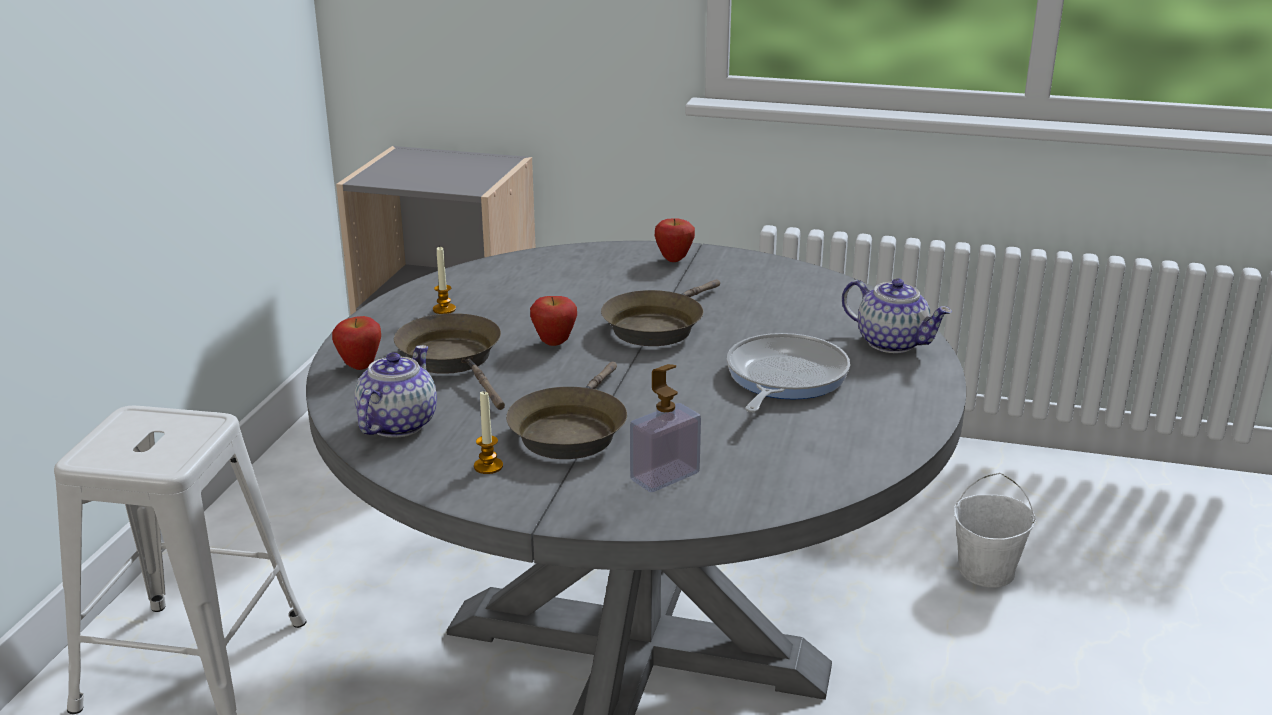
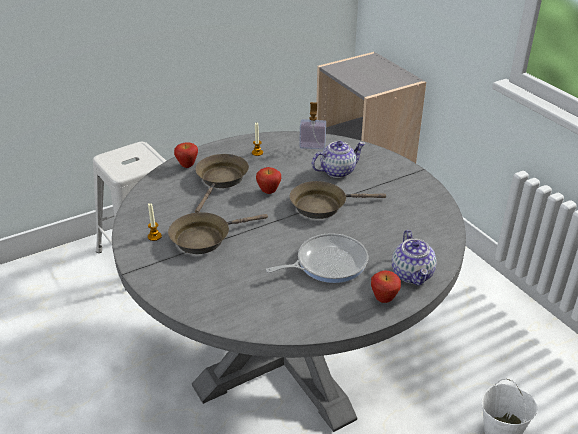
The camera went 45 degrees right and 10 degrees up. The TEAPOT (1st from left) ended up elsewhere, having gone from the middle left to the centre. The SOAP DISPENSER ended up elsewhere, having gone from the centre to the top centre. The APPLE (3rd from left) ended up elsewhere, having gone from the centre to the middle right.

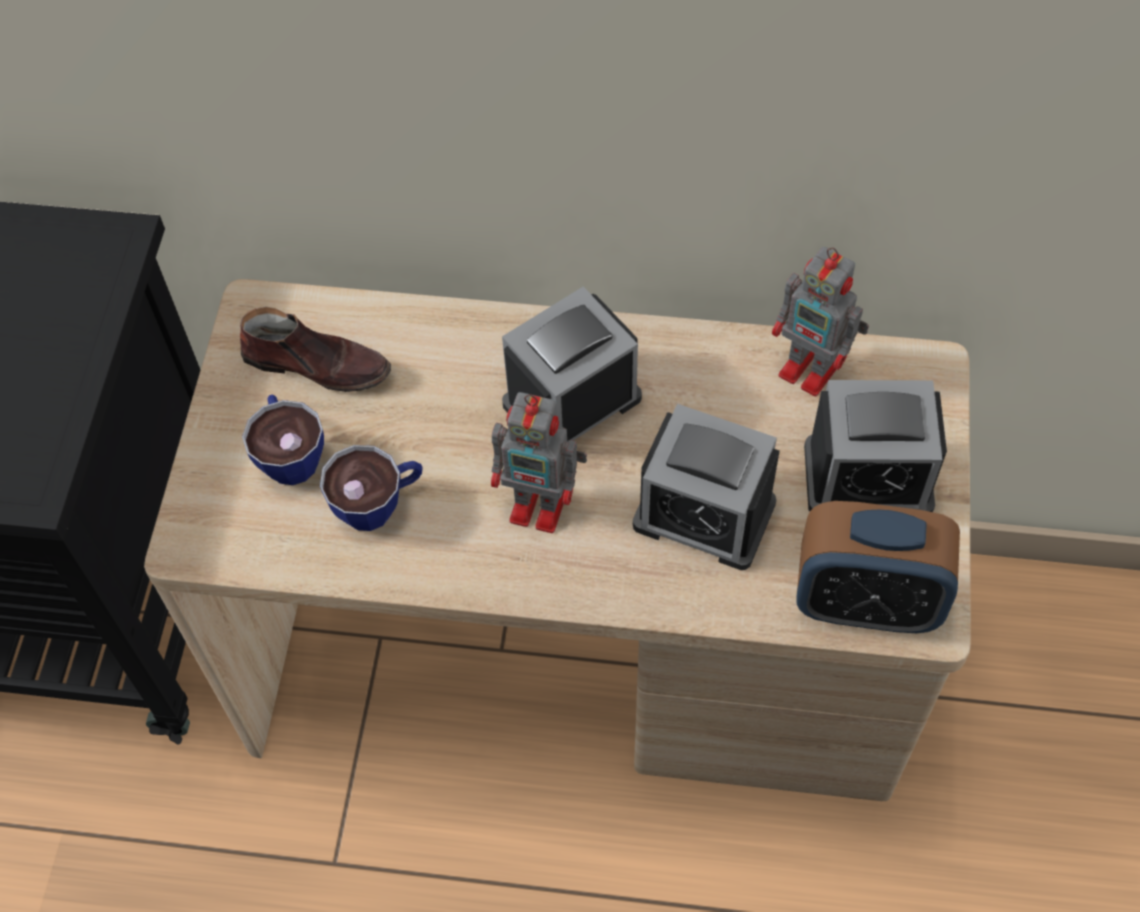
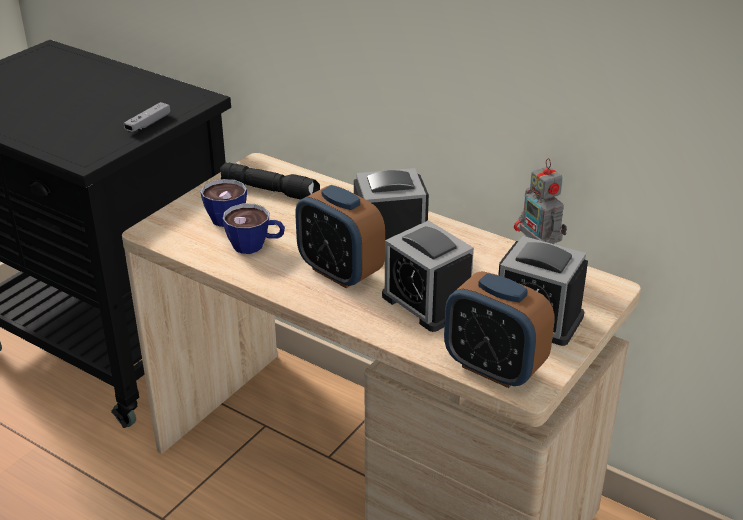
The camera went 25 degrees right and 25 degrees down. Where the BROWN SHOE stood at the middle left, the BLACK FLASHLIGHT came to stand at the centre. Where the TOY ROBOT (1st from left) stood at the centre, the ALARM CLOCK (1st from left) came to stand at the centre. The second view gained the GREY GAME CONTROLLER at the top left.

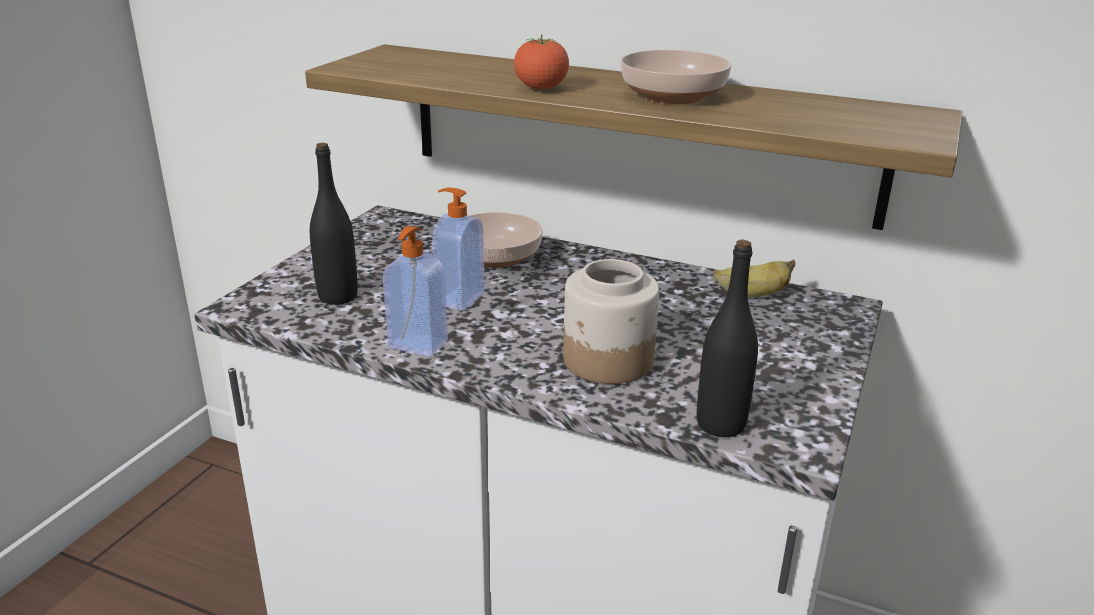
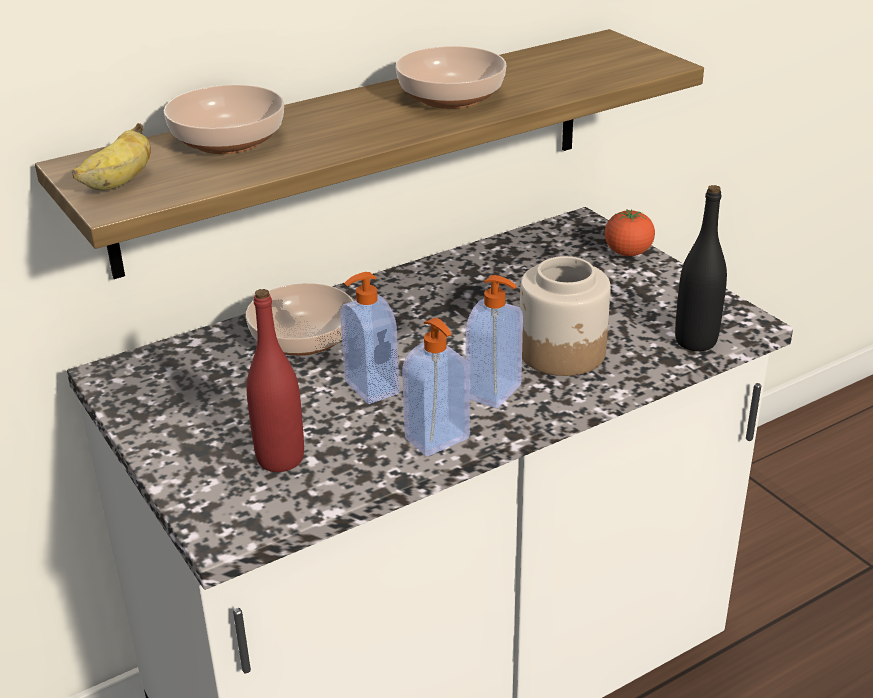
The camera went 55 degrees left and 5 degrees up. What was the BLACK BOTTLE (1st from left) at the middle left turned into the RED BOTTLE at the middle left. The TOMATO ended up elsewhere, having gone from the top centre to the top right. The BANANA ended up elsewhere, having gone from the middle right to the top left. The second view gained the BOWL (1st from left) at the top left. The second view gained the SOAP DISPENSER (3rd from left) at the centre.

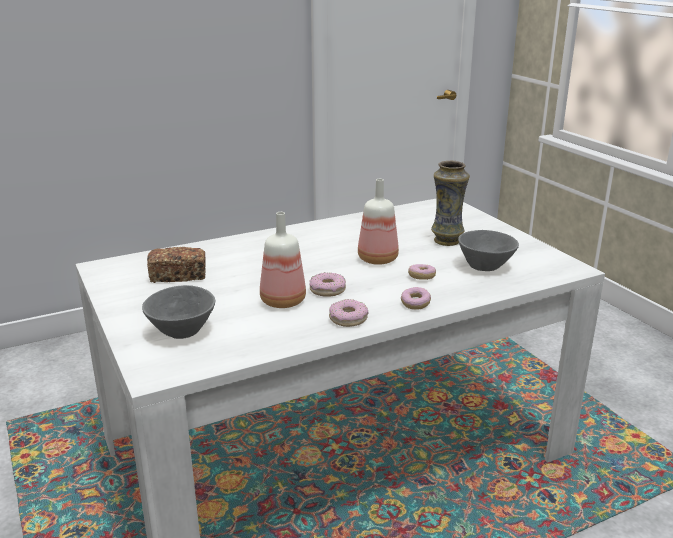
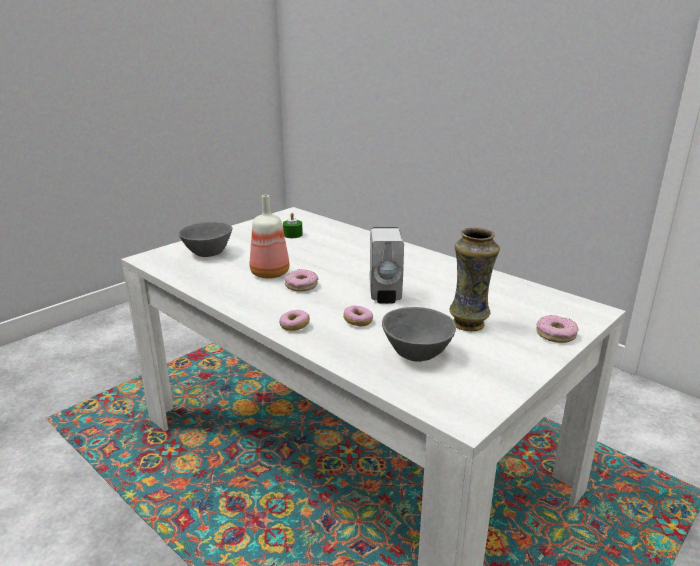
The camera went 70 degrees right and 0 degrees up. Where the BREAD stood at the middle left, the GREEN CANDLE came to stand at the centre. The DONUT (2nd from left in the first image) ended up elsewhere, having gone from the centre to the middle right. Where the BOTTLE (2nd from left) stood at the centre, the WHITE SOAP DISPENSER came to stand at the centre.

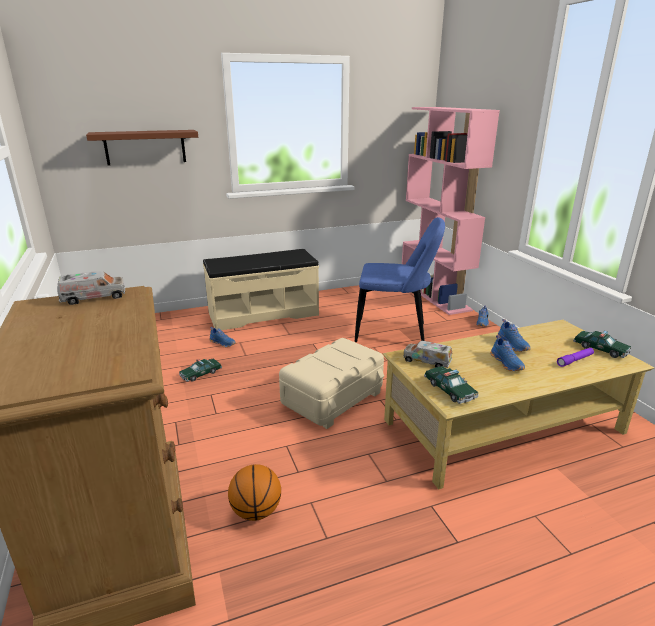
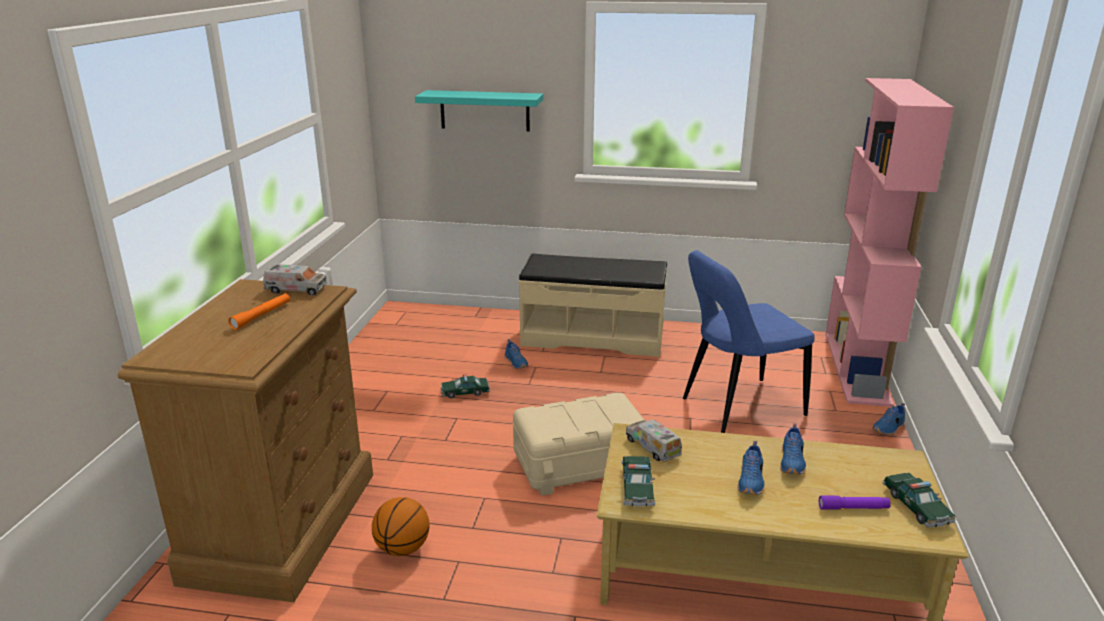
The camera went 30 degrees right and 0 degrees up. What was the BROWN SHELF at the top left turned into the TURQUOISE SHELF at the top centre. The BLUE CHAIR at the centre ended up facing another way, 120 degrees clockwise from before. The second view gained the ORANGE FLASHLIGHT at the middle left.

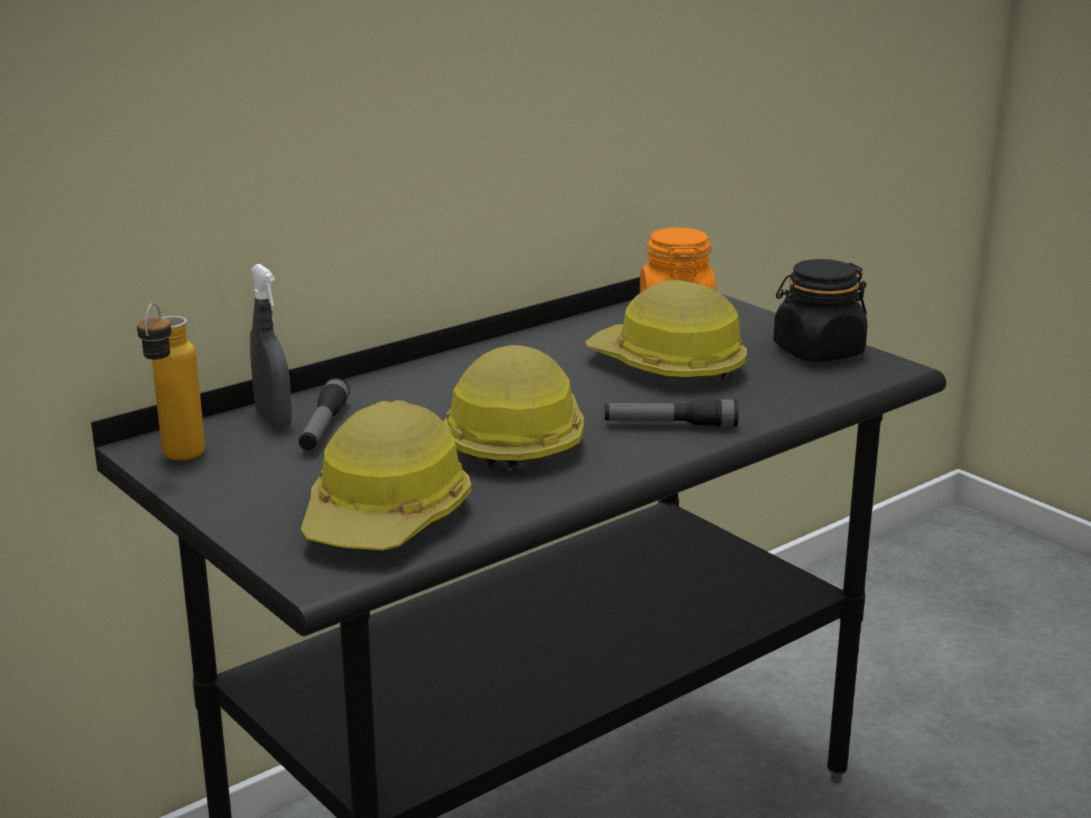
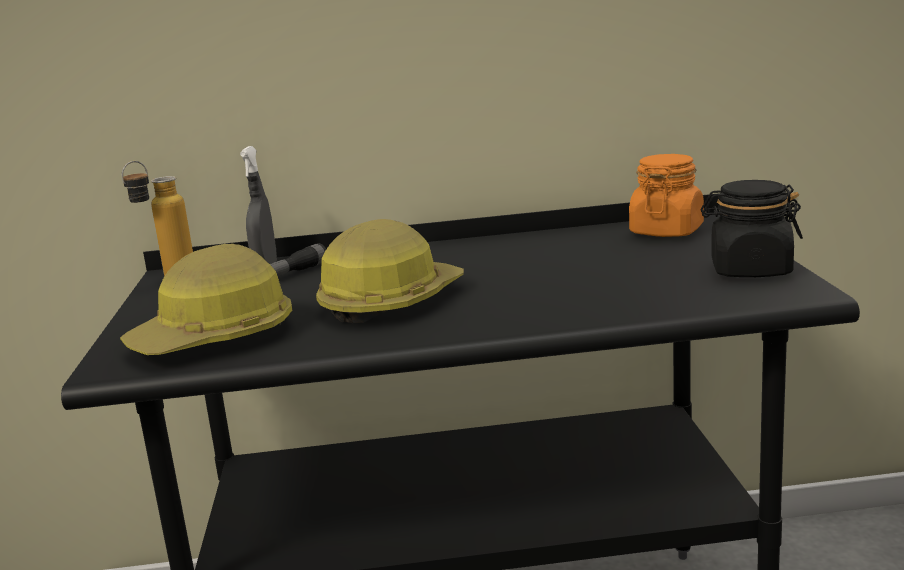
The camera went 35 degrees right and 5 degrees down. The second view lost the HARD HAT (3rd from left) at the centre. The second view lost the FLASHLIGHT (2nd from left) at the centre.

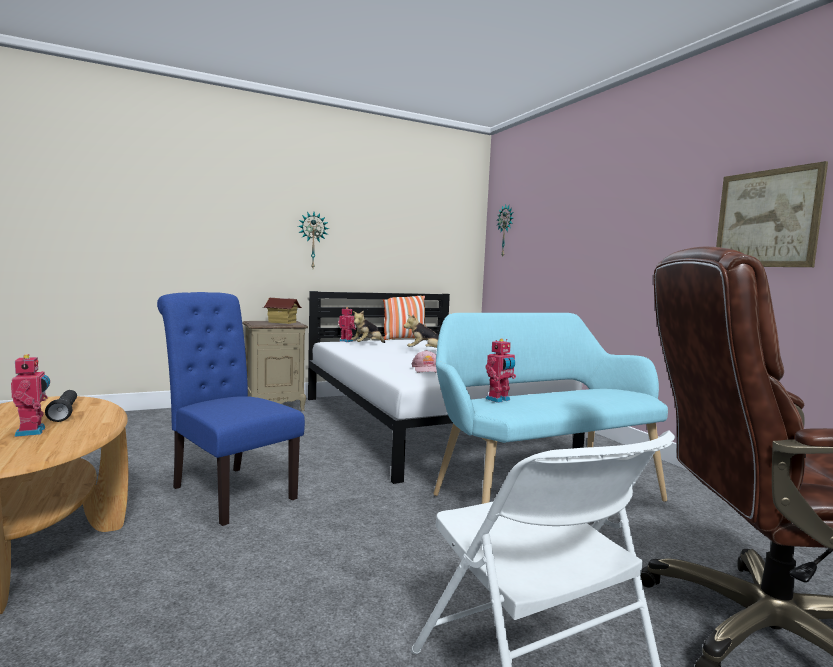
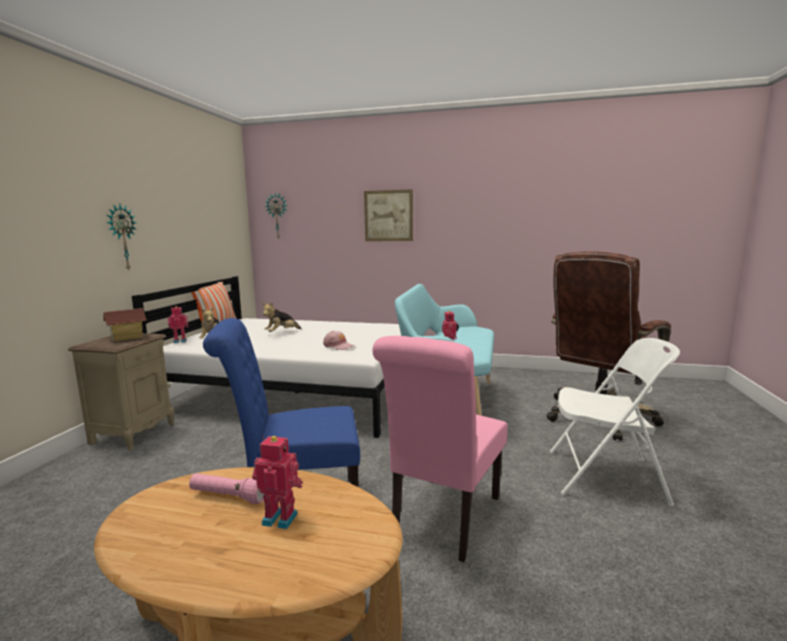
The camera went 50 degrees left and 5 degrees up. What was the BLACK FLASHLIGHT at the middle left turned into the PINK FLASHLIGHT at the bottom left. The PICTURE ended up elsewhere, having gone from the top right to the centre. The second view gained the PINK CHAIR at the bottom centre.

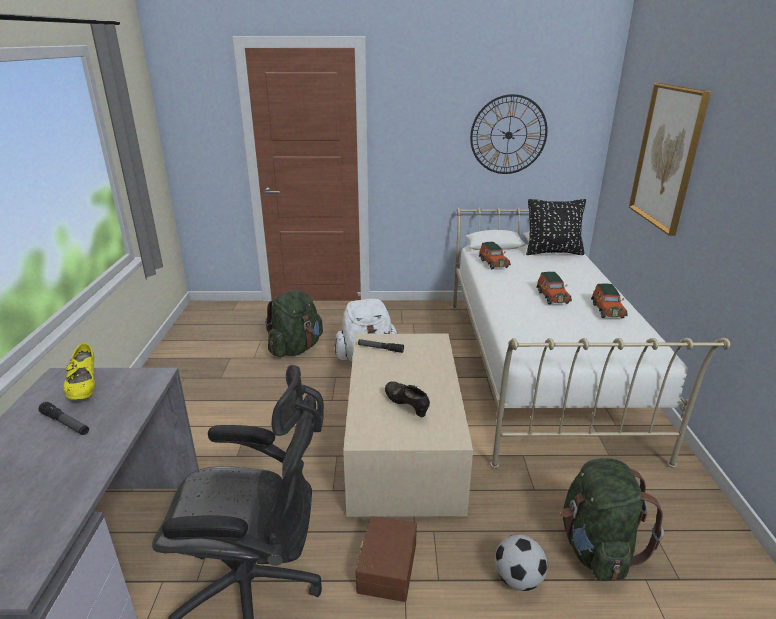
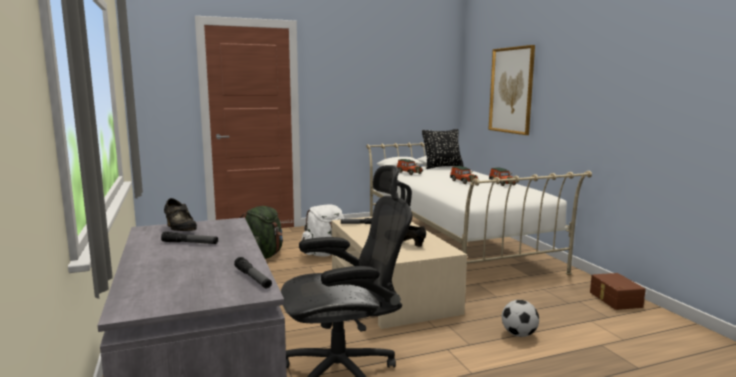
The camera went 20 degrees left and 15 degrees down. What was the YELLOW SHOE at the middle left turned into the BLACK SHOE (1st from left) at the middle left. The BROWN STORAGE BOX ended up elsewhere, having gone from the bottom centre to the bottom right. The second view lost the WALL CLOCK at the top centre. The second view lost the GREEN BACKPACK (2nd from left) at the bottom right. The second view gained the FLASHLIGHT (2nd from left) at the bottom centre.

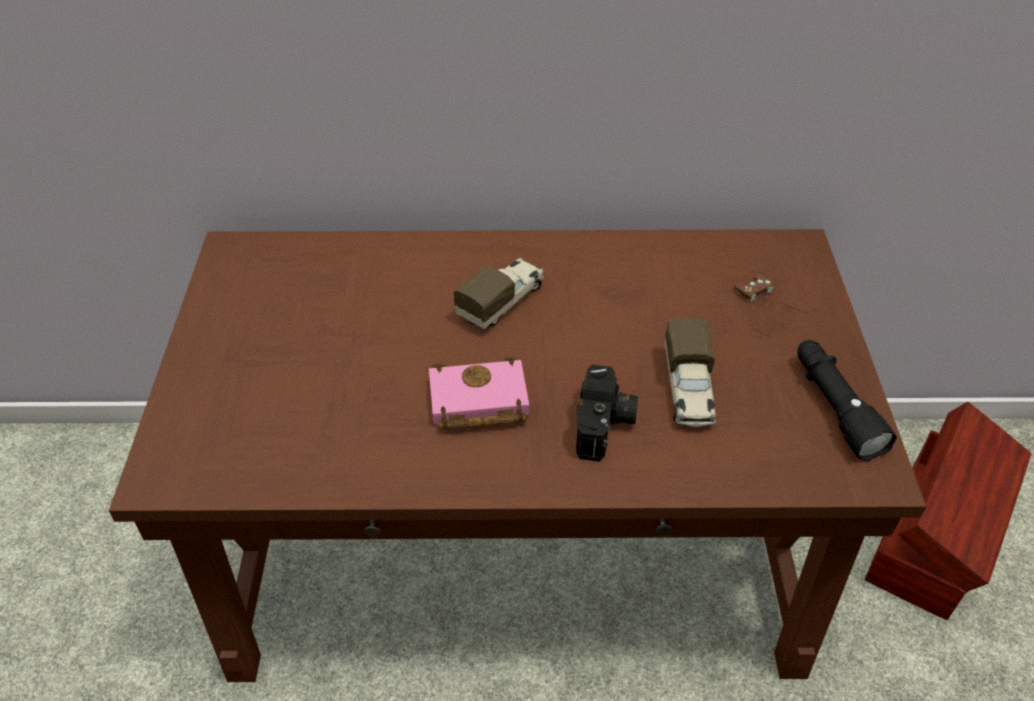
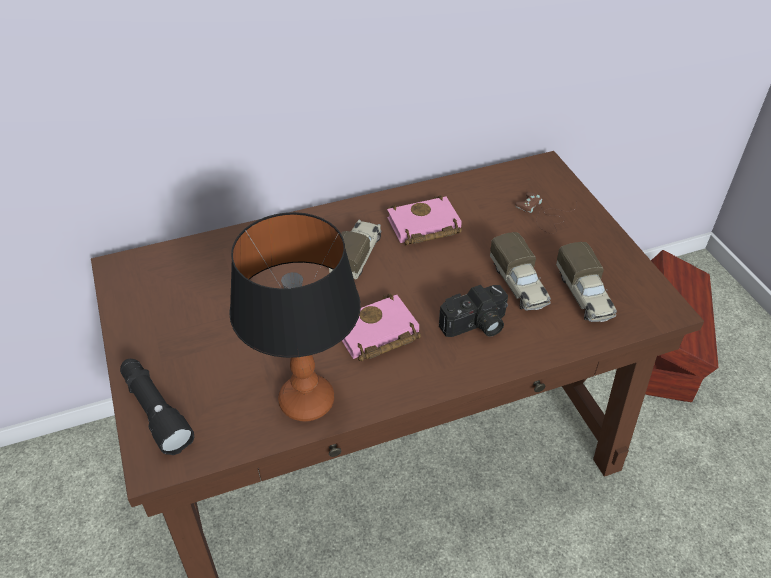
The camera went 20 degrees left and 0 degrees up. The PHOTO CAMERA at the centre ended up facing another way, 75 degrees clockwise from before. The BLACK FLASHLIGHT ended up elsewhere, having gone from the middle right to the bottom left. The second view gained the TABLE LAMP at the centre. The second view gained the PINK BOOK (2nd from left) at the centre. The second view gained the TOY TRUCK (3rd from left) at the middle right.

